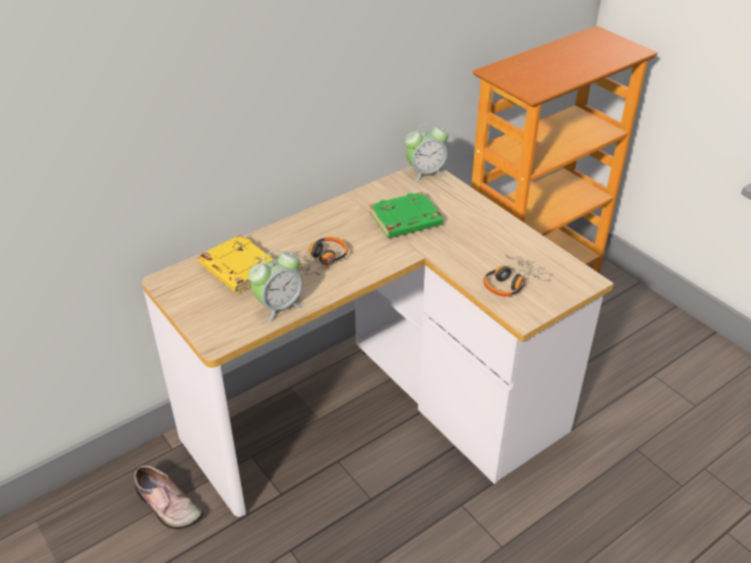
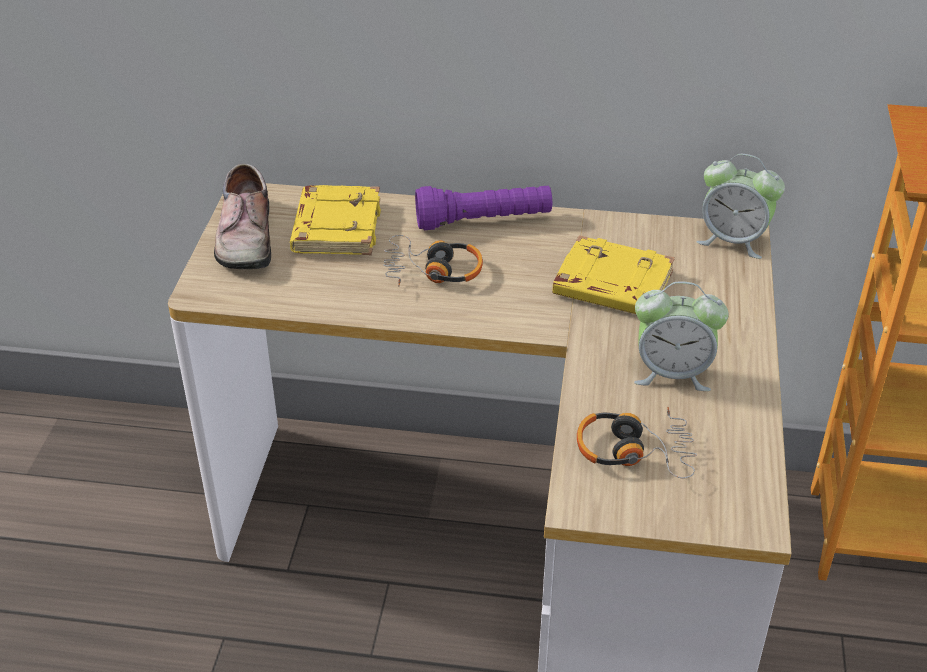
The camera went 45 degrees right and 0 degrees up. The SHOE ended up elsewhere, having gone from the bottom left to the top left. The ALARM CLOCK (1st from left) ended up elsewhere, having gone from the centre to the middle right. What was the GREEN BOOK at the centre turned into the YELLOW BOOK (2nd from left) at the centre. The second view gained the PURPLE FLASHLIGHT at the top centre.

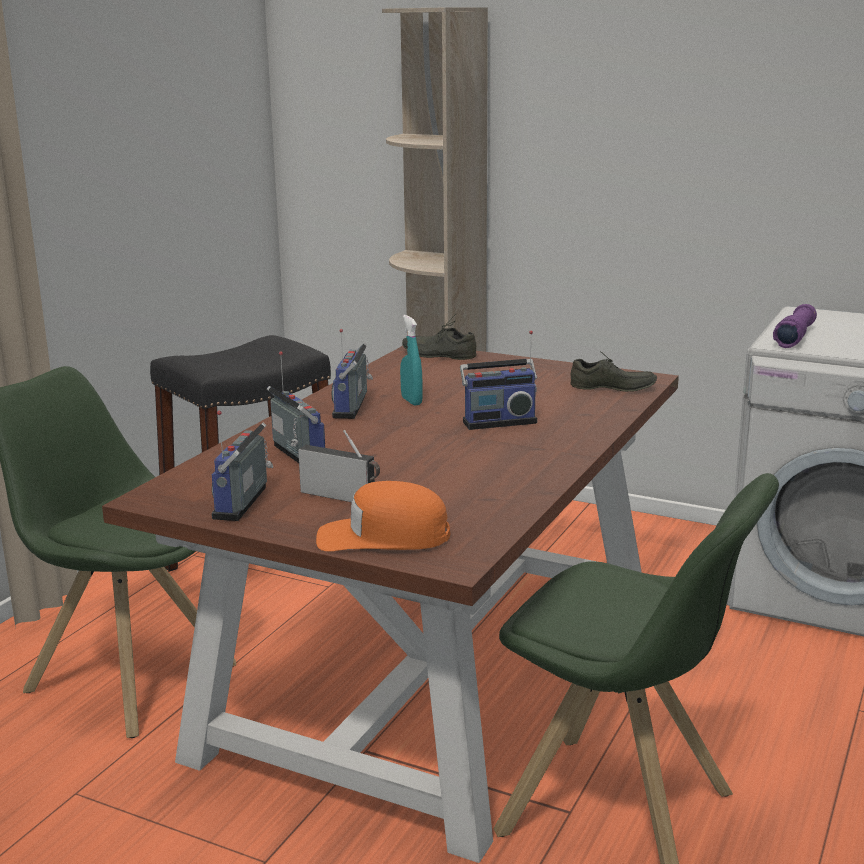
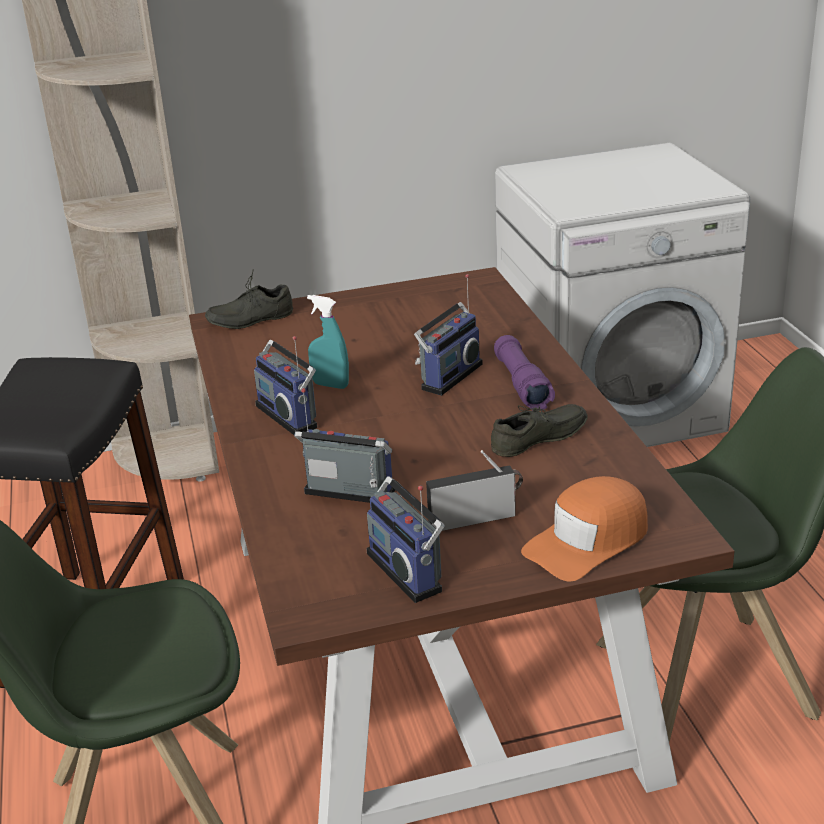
The camera went 40 degrees left and 10 degrees up. The GREY SHOE (2nd from left) ended up elsewhere, having gone from the middle right to the centre. The PURPLE FLASHLIGHT ended up elsewhere, having gone from the middle right to the centre.

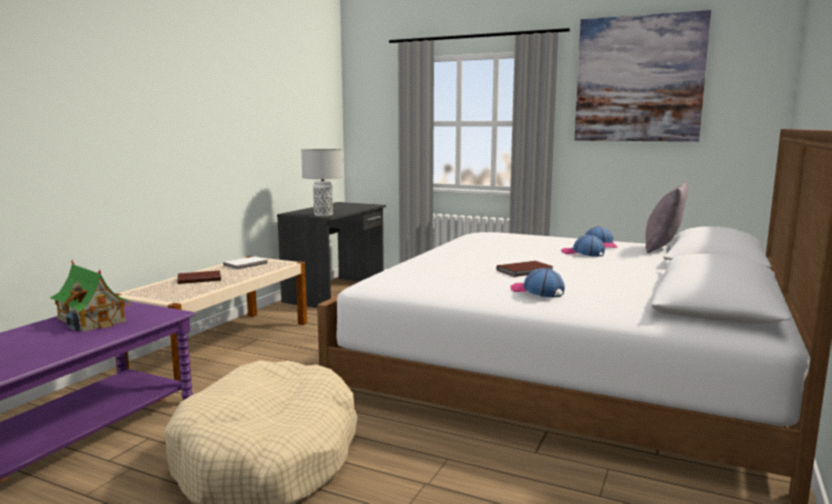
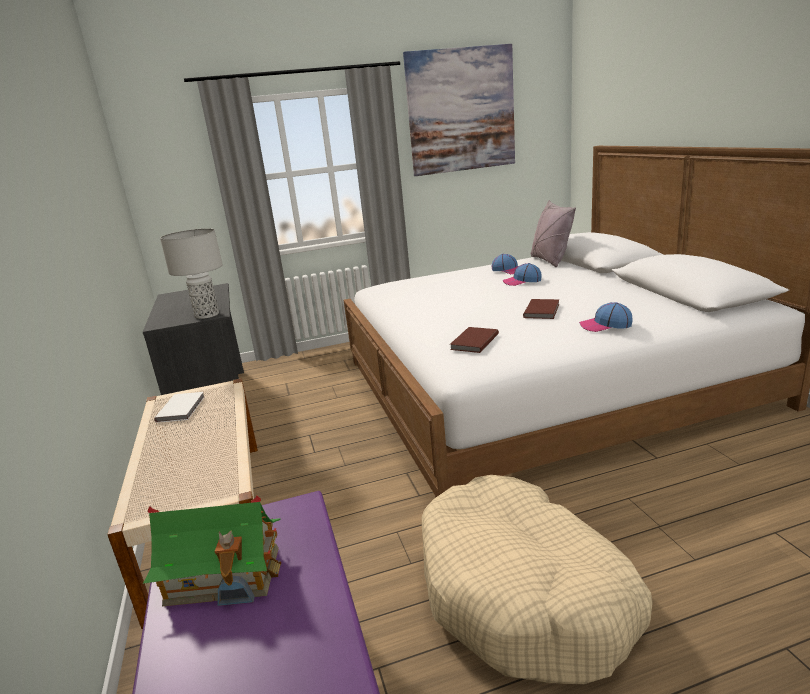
The camera went 40 degrees left and 10 degrees up. The BROWN BOOK (1st from left) ended up elsewhere, having gone from the middle left to the centre.

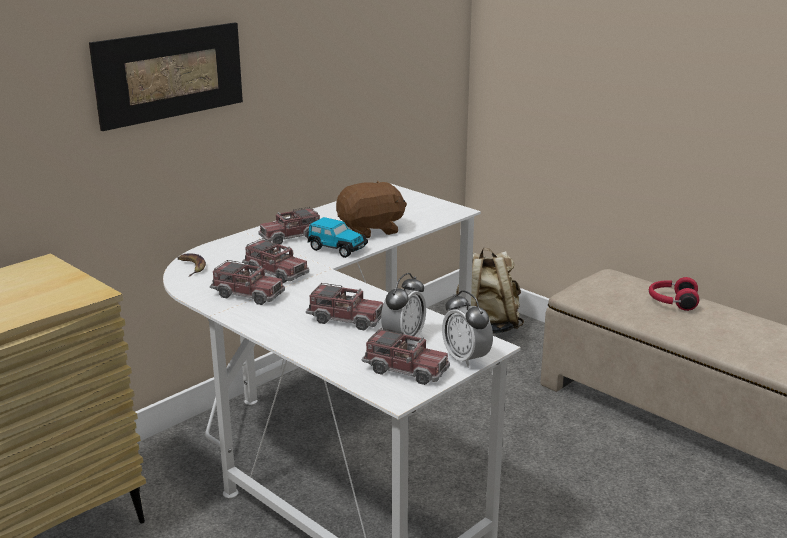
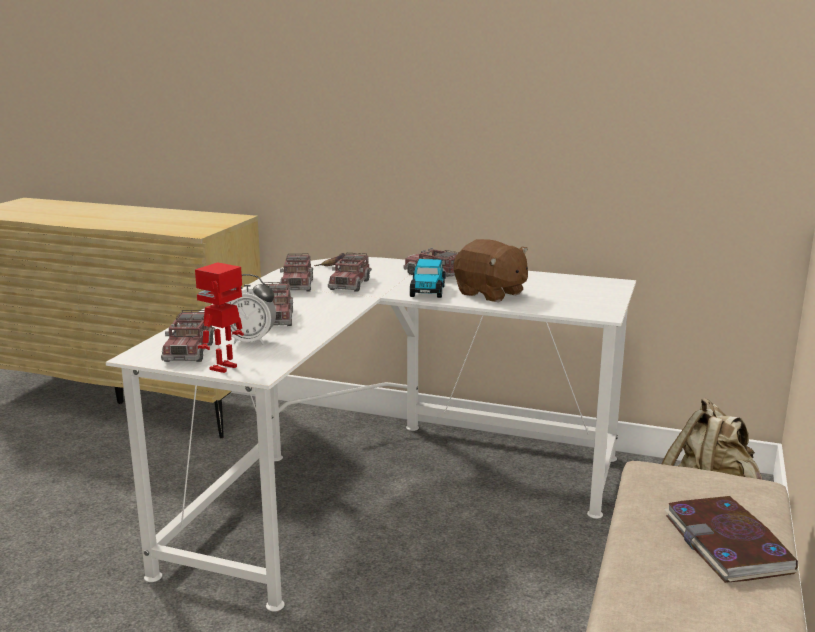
The camera went 65 degrees right and 5 degrees down. The second view lost the PICTURE at the top left. Where the ALARM CLOCK (2nd from left) stood at the centre, the TOY ROBOT came to stand at the middle left. Where the RED HEADPHONES stood at the middle right, the BOOK came to stand at the bottom right.

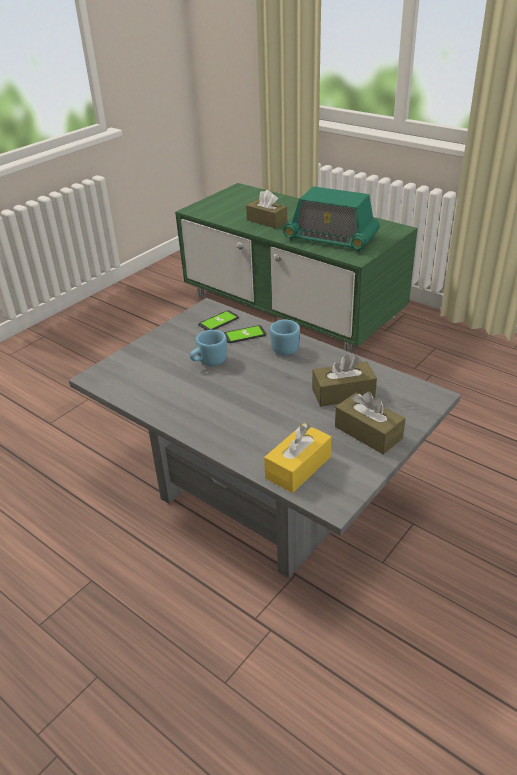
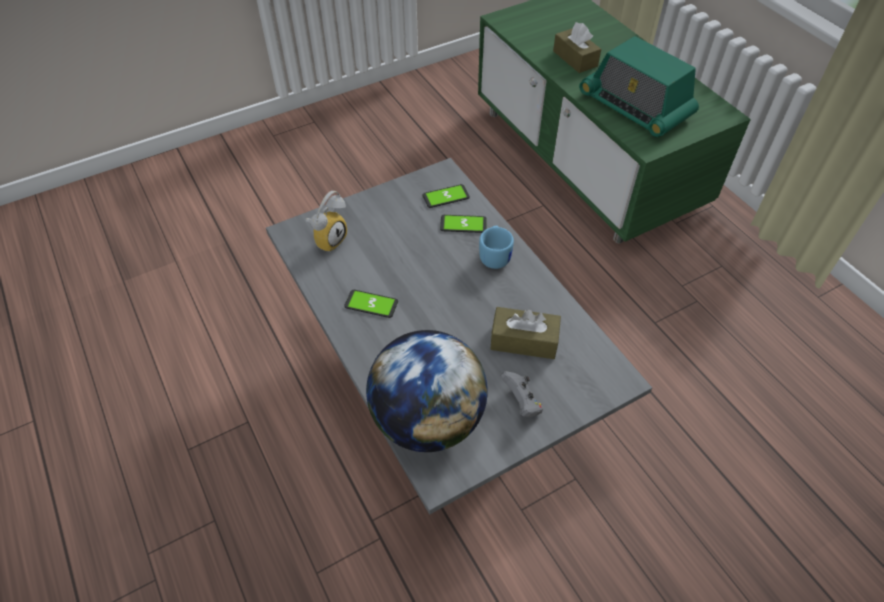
The camera went 20 degrees right and 15 degrees up. The second view lost the BLUE MUG (1st from left) at the centre. Where the YELLOW TISSUE BOX stood at the centre, the GLOBE came to stand at the centre. Where the BROWN TISSUE BOX (3rd from left) stood at the middle right, the GREY GAME CONTROLLER came to stand at the centre. The second view gained the ALARM CLOCK at the centre. The second view gained the PHONE (1st from left) at the centre.

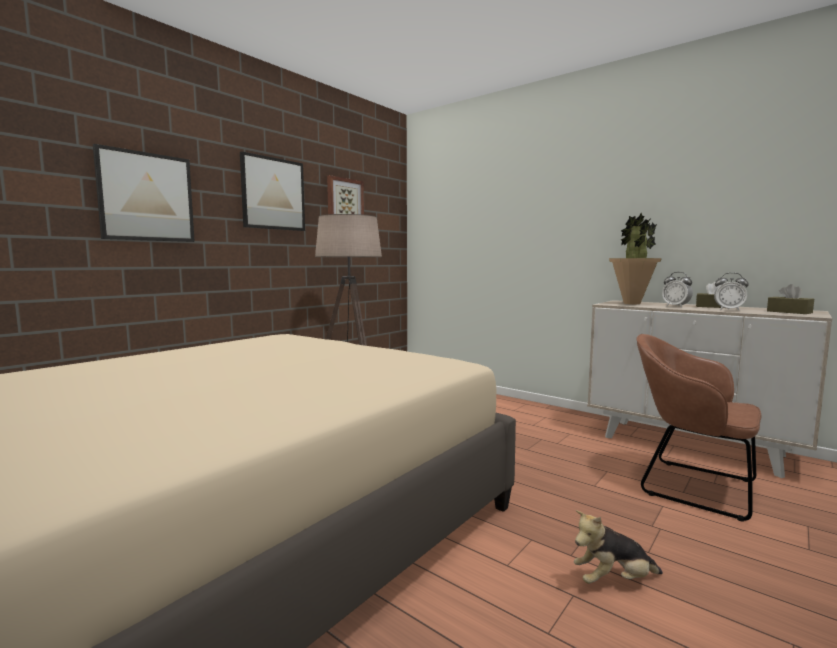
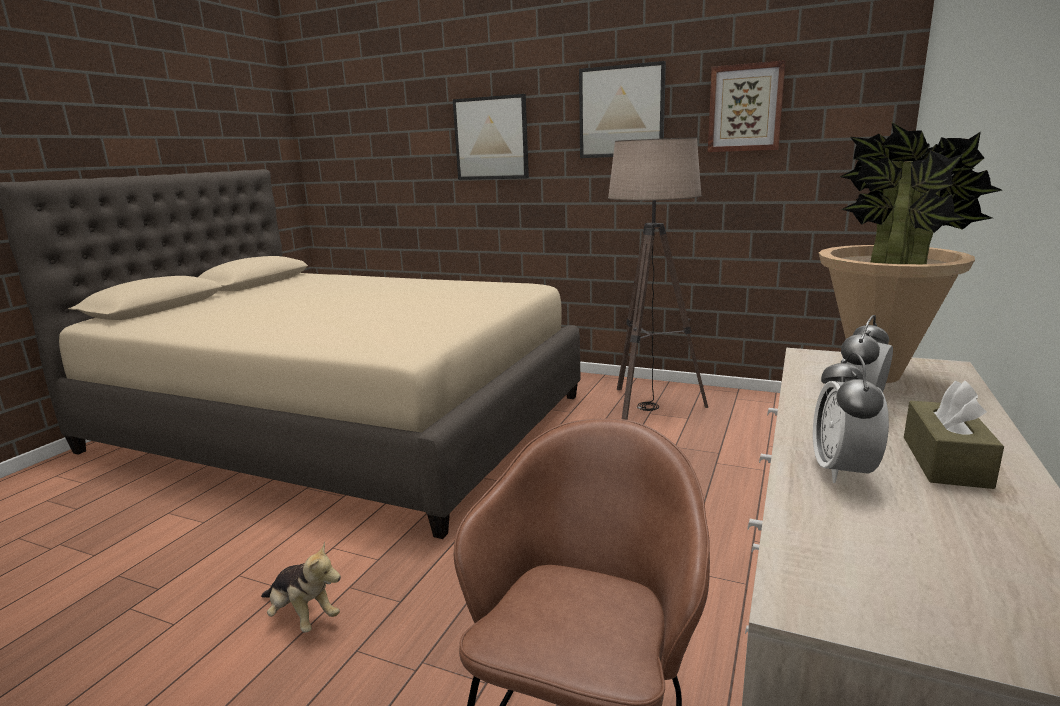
The camera went 75 degrees right and 10 degrees up. The PLUSH TOY at the bottom right ended up facing another way, 150 degrees clockwise from before. The second view lost the BROWN TISSUE BOX (2nd from left) at the middle right.

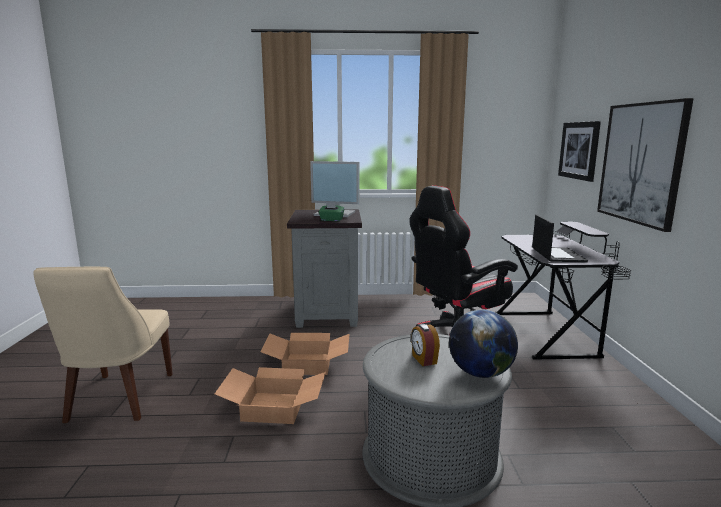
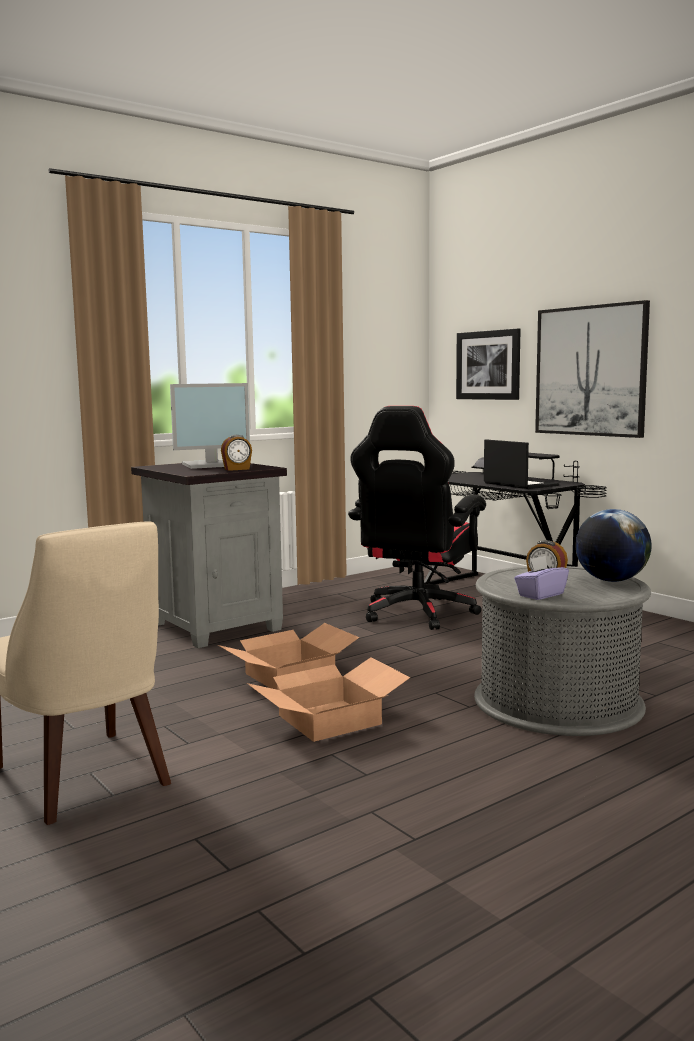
The camera went 35 degrees left and 5 degrees down. Where the GREEN TISSUE BOX stood at the centre, the ALARM CLOCK (1st from left) came to stand at the centre. The second view gained the PURPLE TISSUE BOX at the middle right.

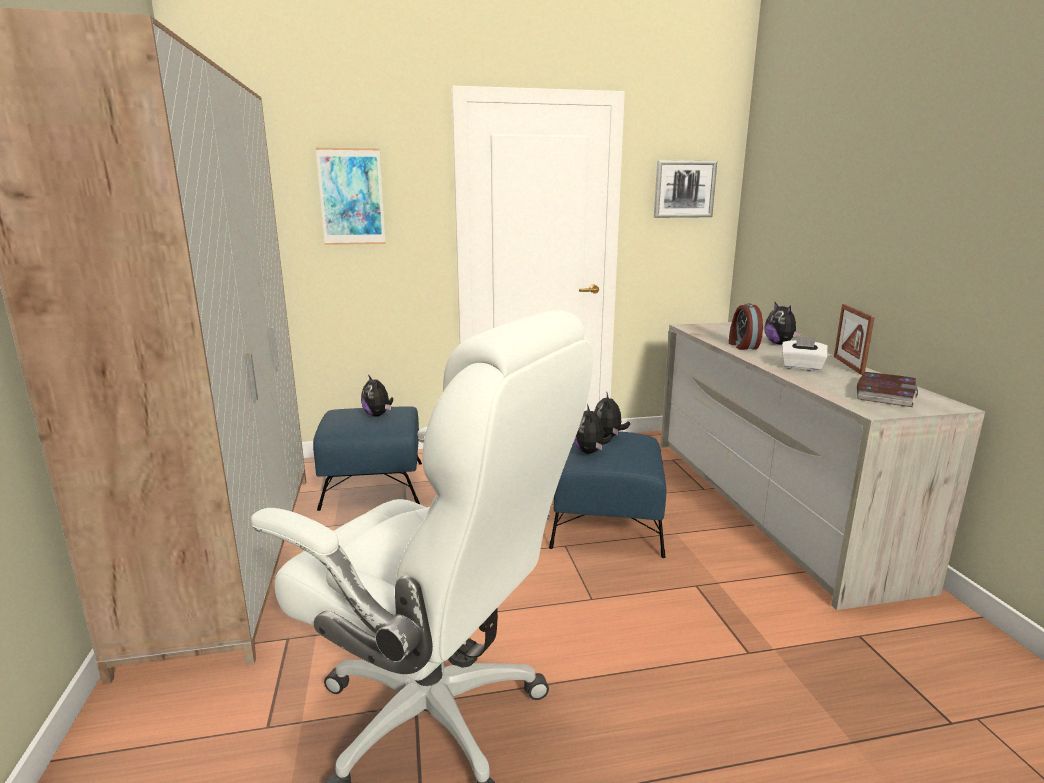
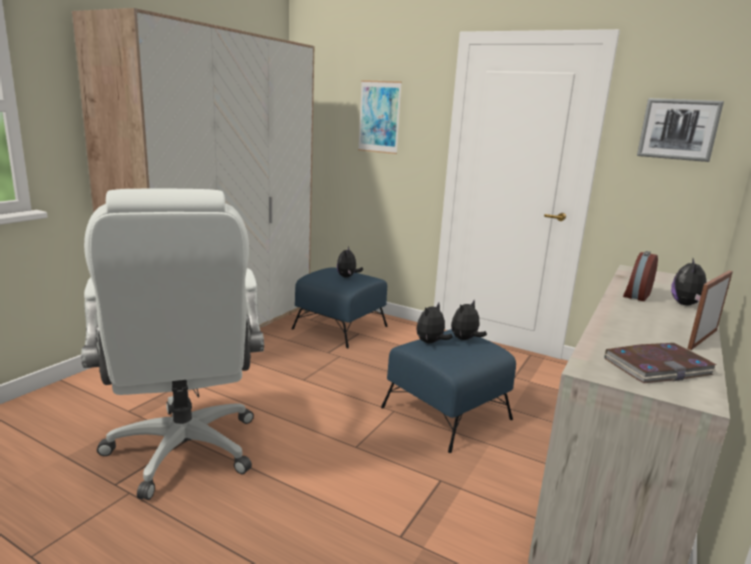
The camera went 40 degrees right and 0 degrees up. The second view lost the WHITE TISSUE BOX at the middle right.

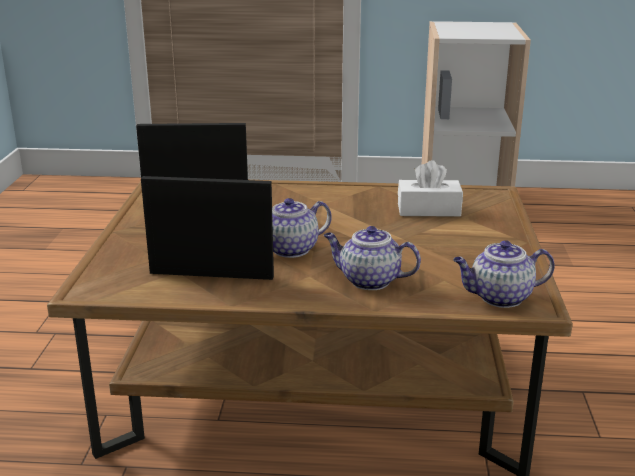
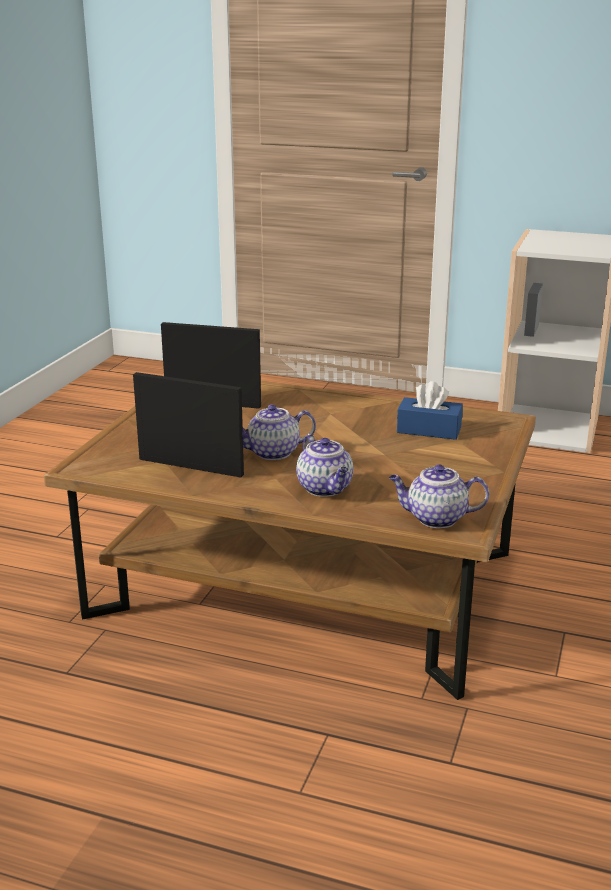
The camera went 15 degrees right and 0 degrees up. The TEAPOT (2nd from left) at the centre ended up facing another way, 150 degrees counterclockwise from before. What was the WHITE TISSUE BOX at the middle right turned into the BLUE TISSUE BOX at the middle right.

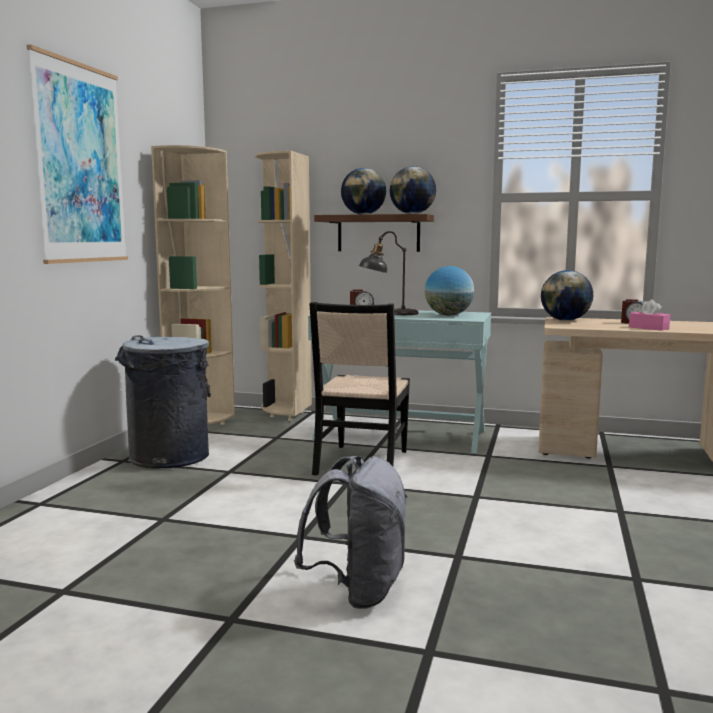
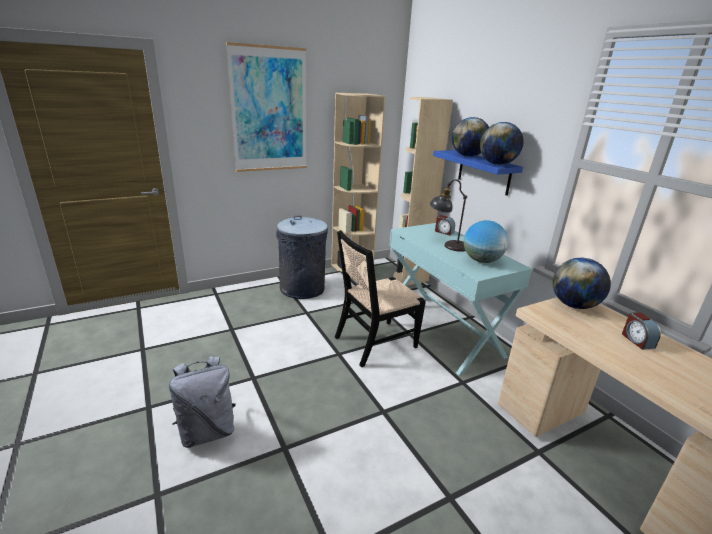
The camera went 45 degrees right and 15 degrees up. What was the BROWN SHELF at the top centre turned into the BLUE SHELF at the top right. The second view lost the PINK TISSUE BOX at the middle right.

